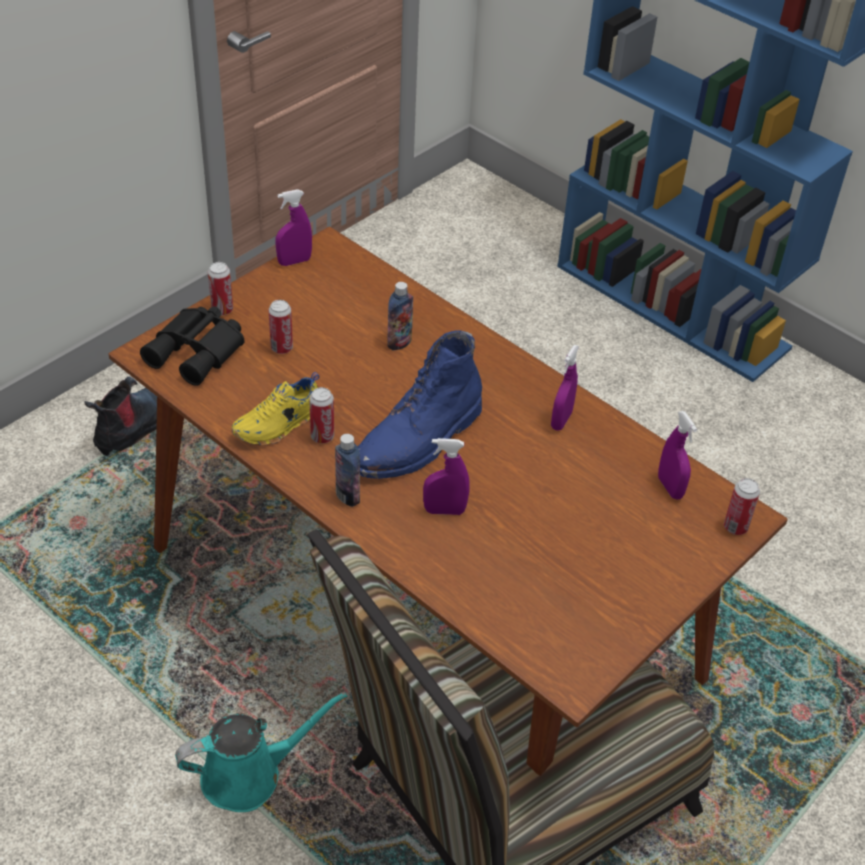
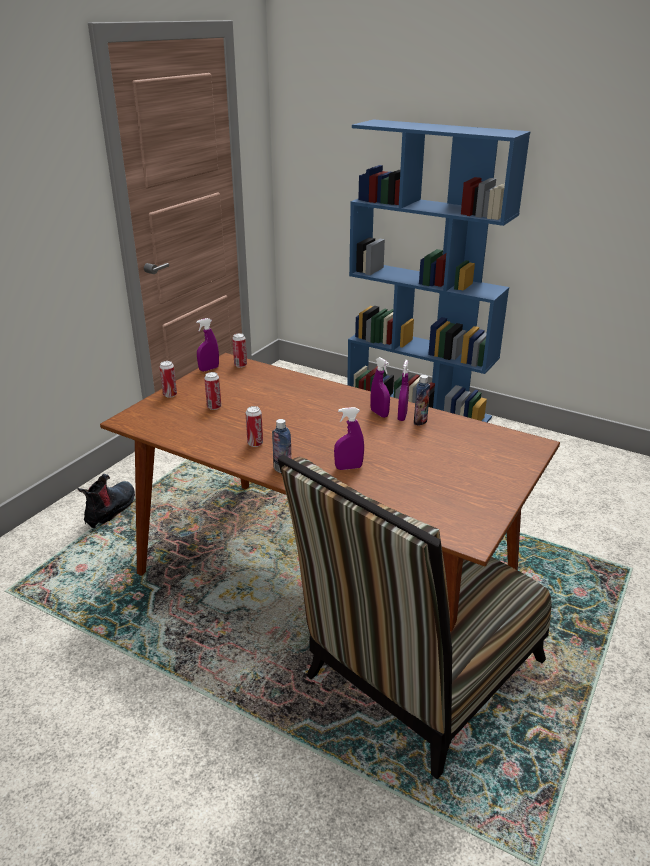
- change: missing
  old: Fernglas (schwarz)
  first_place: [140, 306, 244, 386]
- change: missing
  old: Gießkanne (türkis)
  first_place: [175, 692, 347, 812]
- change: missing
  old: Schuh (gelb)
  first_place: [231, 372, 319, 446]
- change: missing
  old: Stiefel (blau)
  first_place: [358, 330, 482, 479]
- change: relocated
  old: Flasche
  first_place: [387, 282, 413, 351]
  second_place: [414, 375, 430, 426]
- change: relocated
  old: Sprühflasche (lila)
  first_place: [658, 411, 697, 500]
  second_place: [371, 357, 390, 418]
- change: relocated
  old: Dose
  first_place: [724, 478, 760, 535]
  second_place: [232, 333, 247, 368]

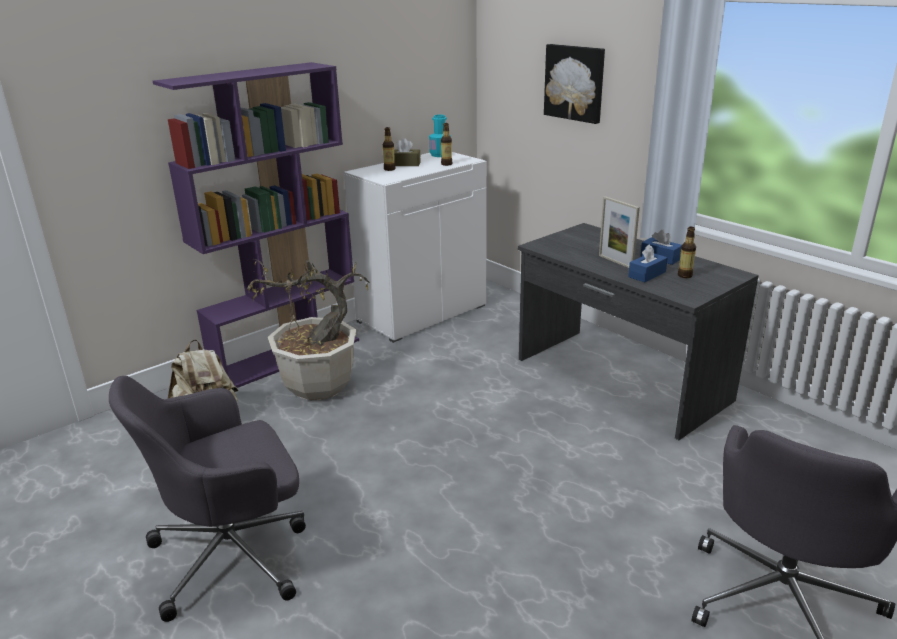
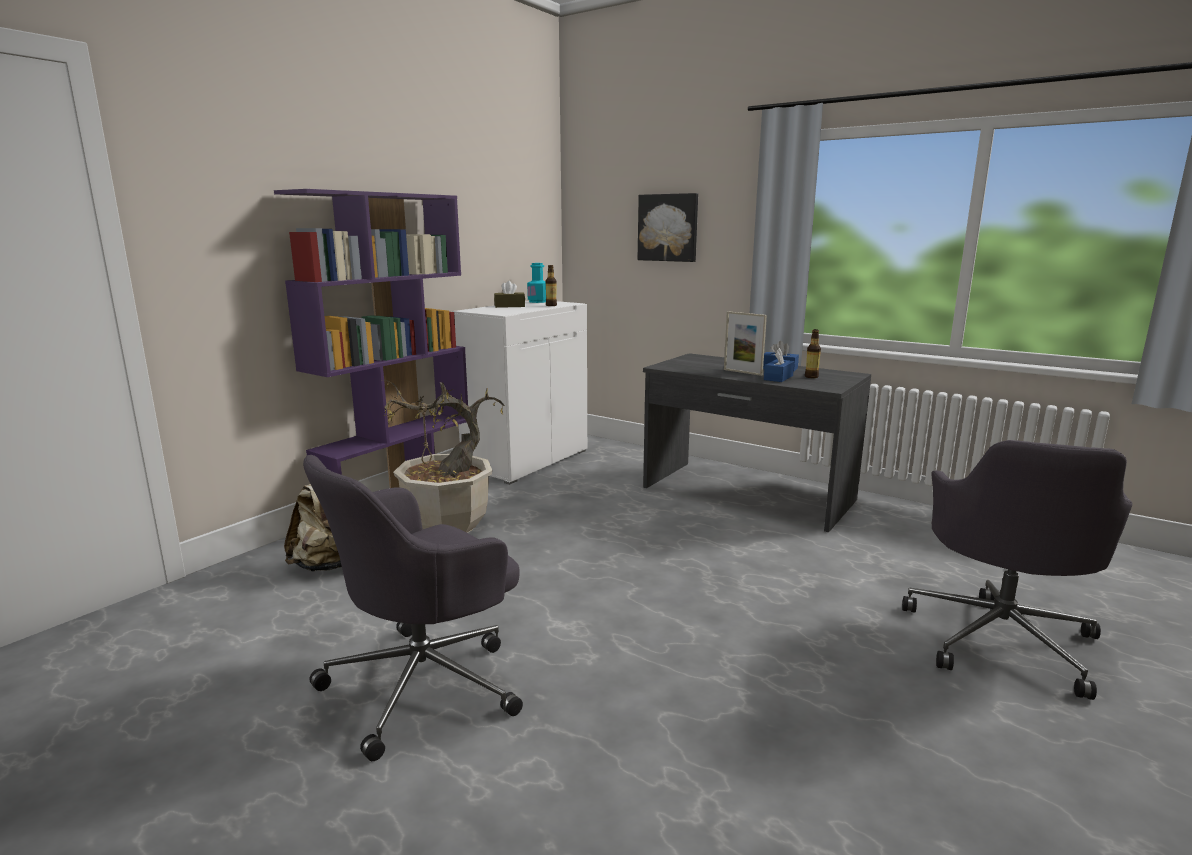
- change: missing
  old: Flasche
  first_place: [383, 127, 395, 171]

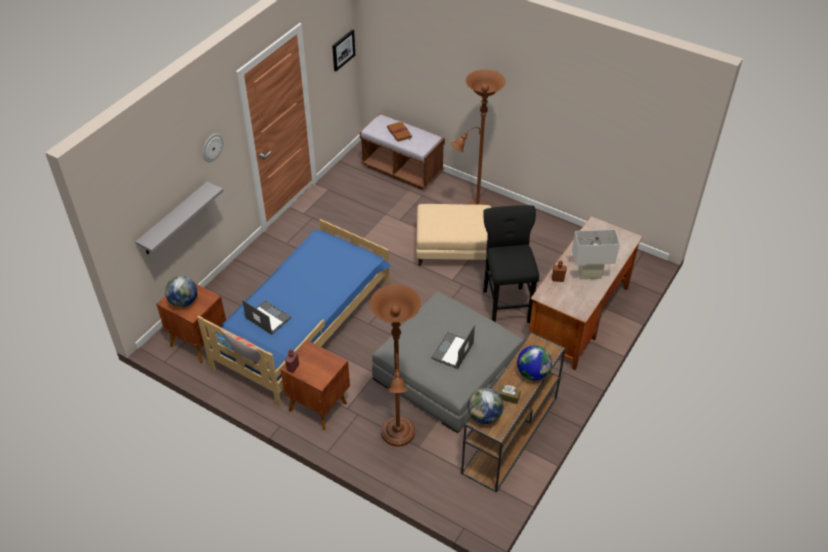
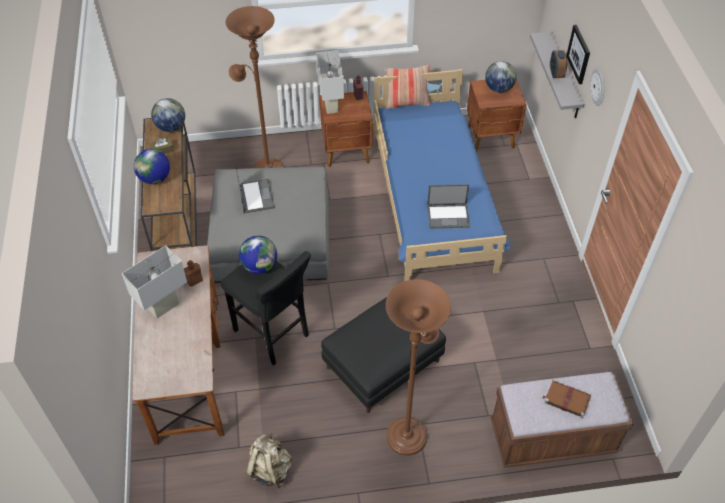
- change: appeared
  new: Globus
  second_place: [239, 236, 277, 274]
- change: appeared
  new: Rucksack (beige)
  second_place: [246, 433, 292, 488]
- change: appeared
  new: Tischlampe (weiß)
  second_place: [316, 50, 344, 114]
- change: appeared
  new: Wecker
  second_place: [550, 50, 568, 78]
- change: relocated
  old: Laptop
  first_place: [242, 300, 291, 335]
  second_place: [427, 184, 470, 229]
- change: relocated
  old: Bild
  first_place: [332, 29, 355, 71]
  second_place: [566, 25, 590, 84]
- change: colour
  old: Polsterhocker (beige)
  new: Polsterhocker (schwarz)
  first_place: [416, 204, 491, 266]
  second_place: [321, 297, 446, 413]

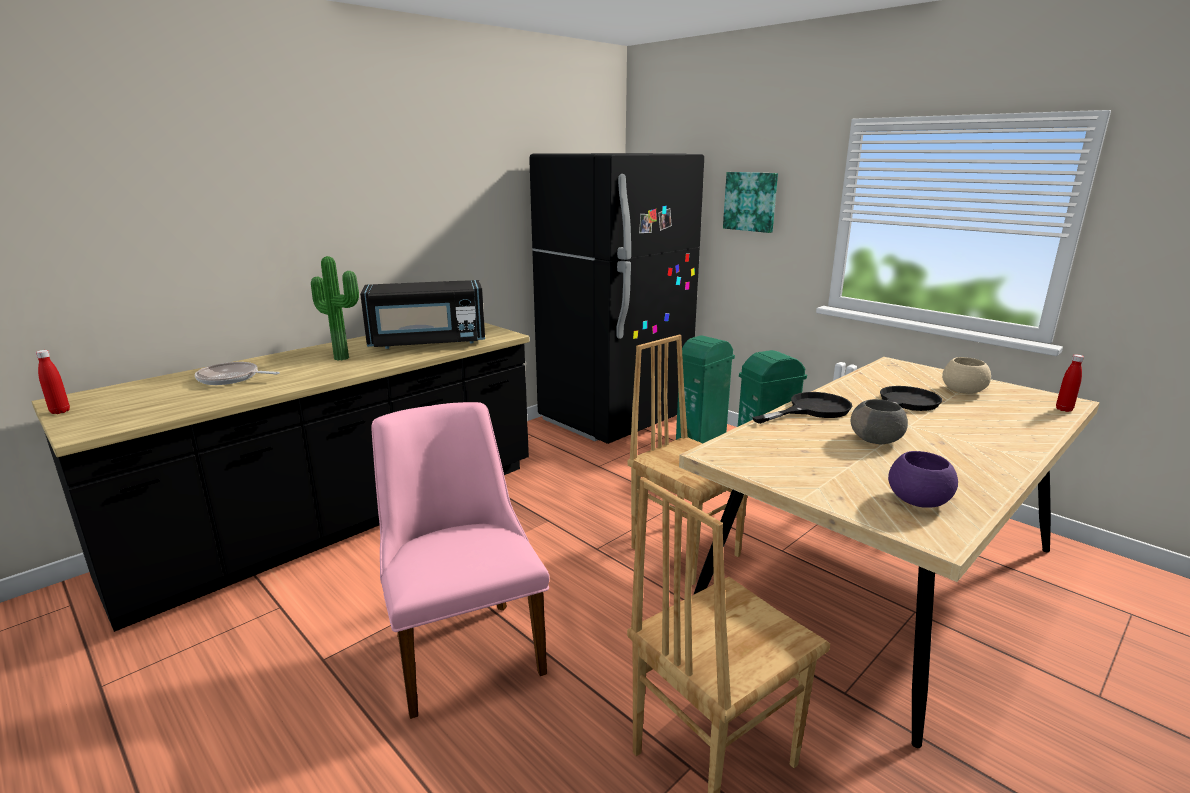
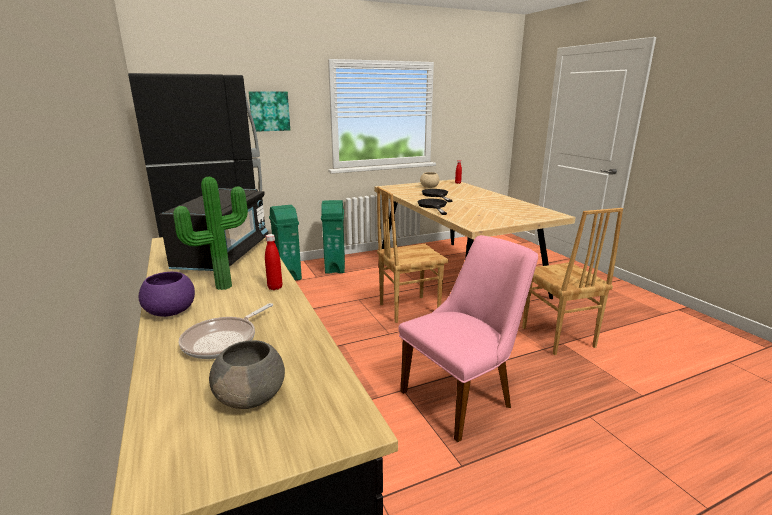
- change: relocated
  old: Flasche (rot)
  first_place: [35, 350, 70, 414]
  second_place: [265, 234, 282, 290]
- change: relocated
  old: Schüssel (grau)
  first_place: [851, 399, 908, 444]
  second_place: [209, 340, 285, 409]
- change: relocated
  old: Schüssel (lila)
  first_place: [888, 451, 958, 508]
  second_place: [139, 272, 195, 317]
- change: spun
  old: Stuhl (rosa)
  first_place: [371, 402, 550, 719]
  second_place: [398, 235, 538, 442]
  degrees: 150

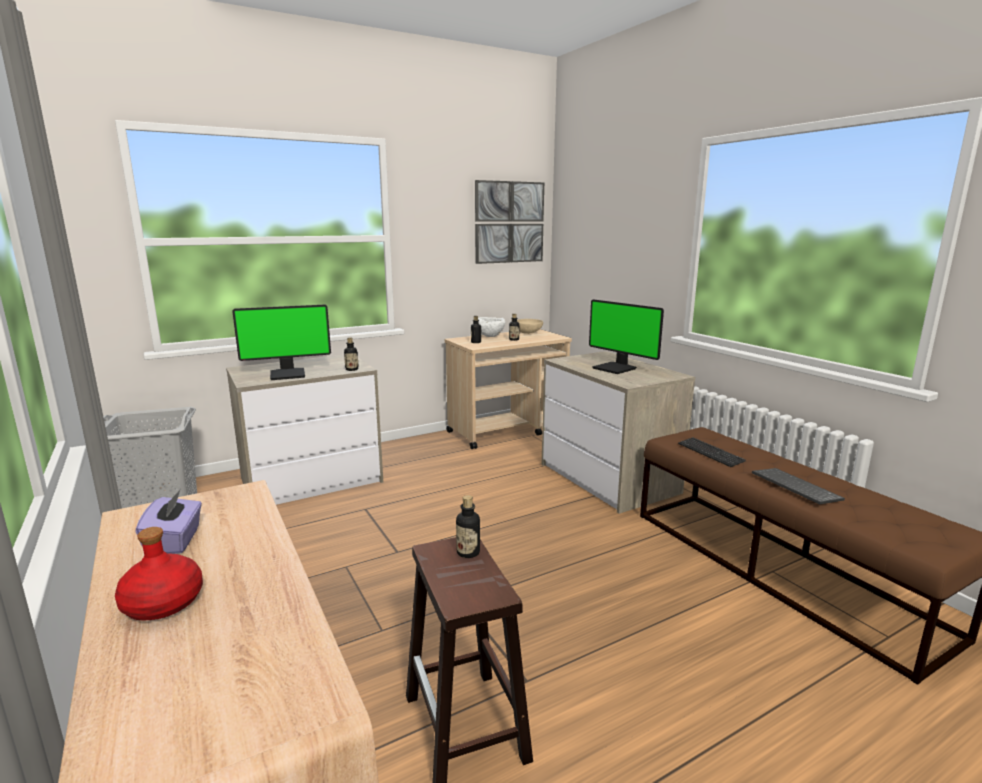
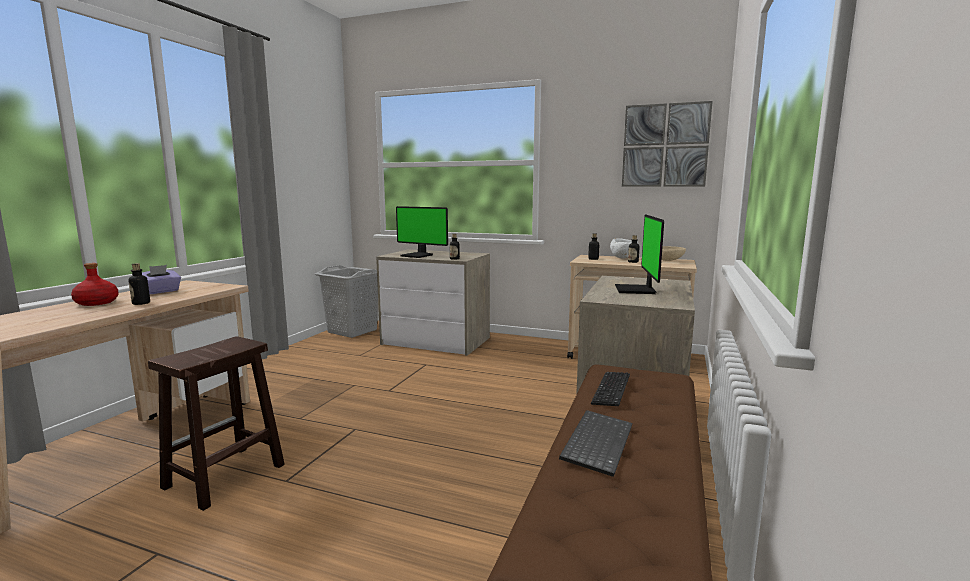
- change: relocated
  old: Flasche
  first_place: [456, 495, 480, 558]
  second_place: [128, 263, 150, 305]

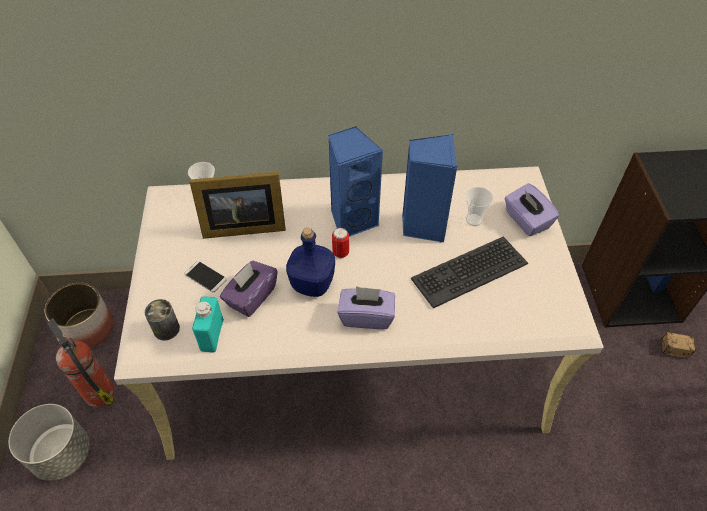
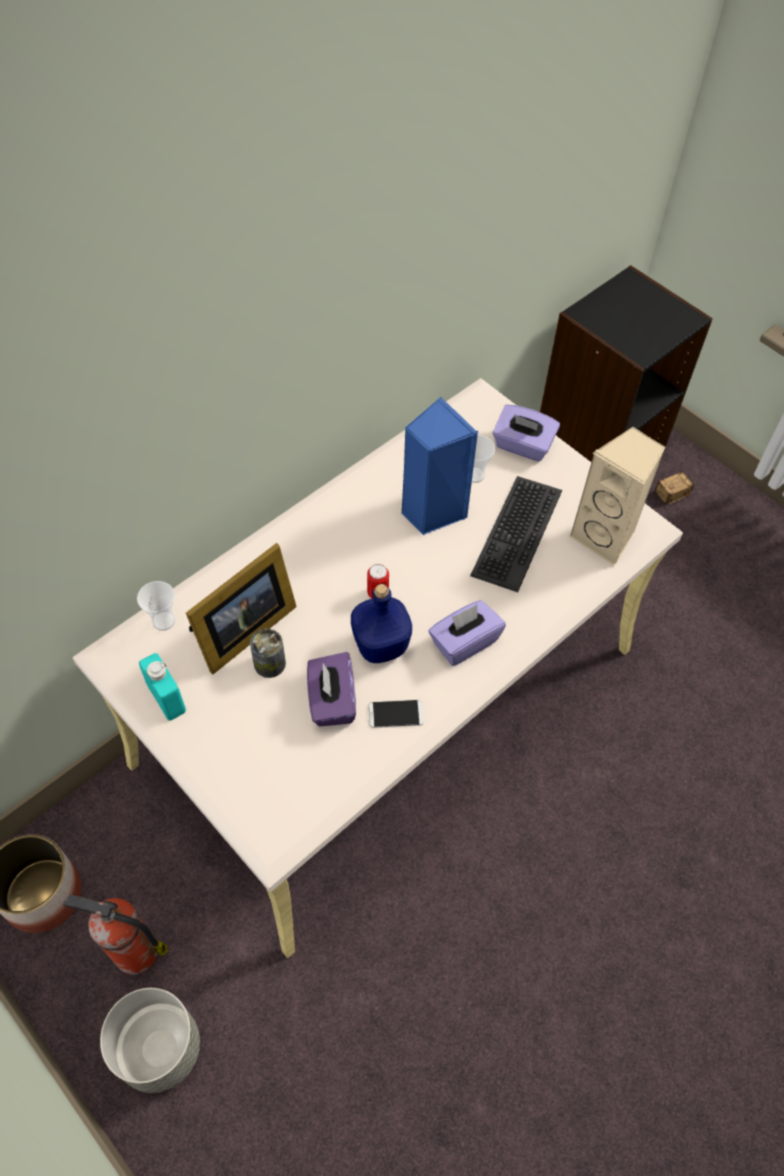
- change: missing
  old: Lautsprecher (blau)
  first_place: [328, 126, 383, 237]
- change: appeared
  new: Lautsprecher (beige)
  second_place: [570, 427, 666, 566]
- change: relocated
  old: Dose
  first_place: [144, 299, 180, 341]
  second_place: [250, 629, 286, 678]
- change: relocated
  old: Handy
  first_place: [184, 261, 227, 292]
  second_place: [368, 700, 424, 728]
- change: relocated
  old: Flasche (türkis)
  first_place: [192, 296, 224, 352]
  second_place: [139, 653, 186, 721]

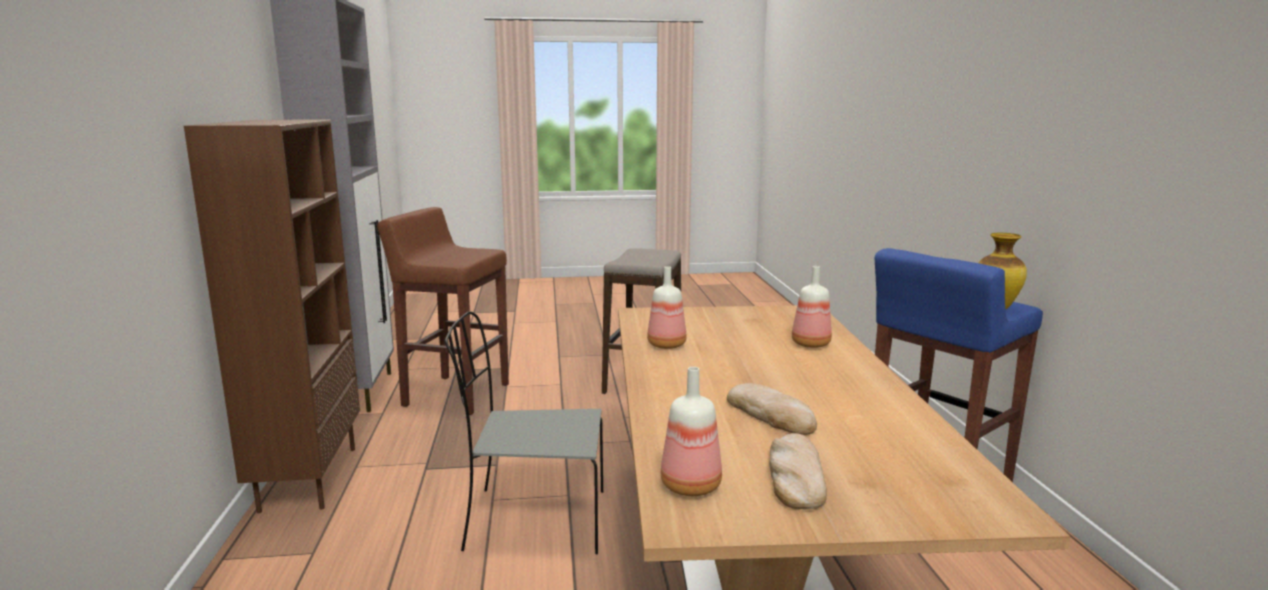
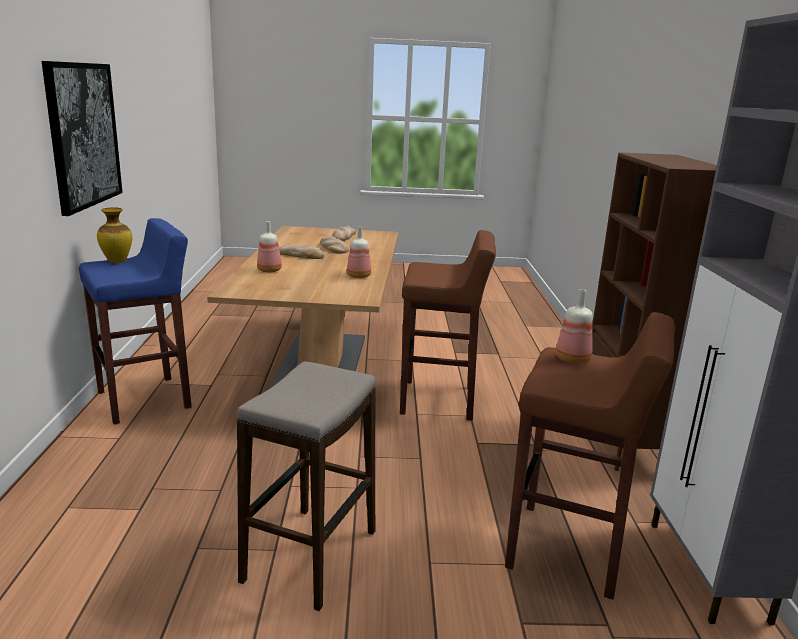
- change: appeared
  new: Bild
  second_place: [42, 61, 123, 216]
- change: appeared
  new: Brot
  second_place: [279, 244, 324, 259]
- change: relocated
  old: Flasche
  first_place: [661, 367, 722, 496]
  second_place: [556, 289, 593, 364]
- change: exchanged
  old: Stuhl (grau)
  new: Hocker (braun)
  first_place: [445, 311, 603, 554]
  second_place: [400, 230, 496, 421]

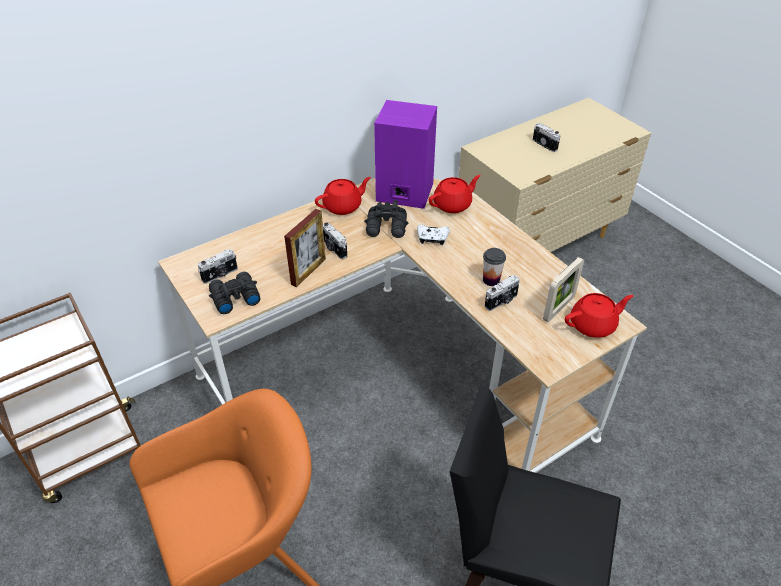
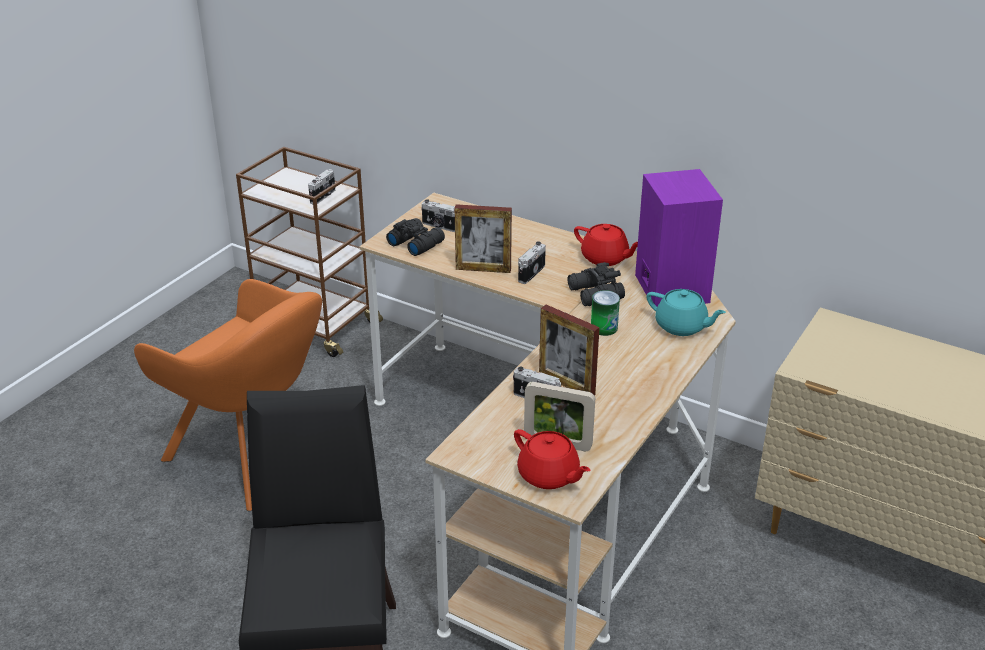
- change: relocated
  old: Kamera
  first_place: [533, 123, 561, 152]
  second_place: [308, 169, 335, 204]
- change: exchanged
  old: Gamepad (weiß)
  new: Dose
  first_place: [417, 225, 450, 245]
  second_place: [591, 290, 620, 336]
- change: exchanged
  old: Tasse
  new: Bilderrahmen
  first_place: [483, 248, 506, 286]
  second_place: [539, 305, 600, 395]
- change: colour
  old: Teekanne (rot)
  new: Teekanne (türkis)
  first_place: [429, 175, 481, 213]
  second_place: [647, 289, 726, 336]

